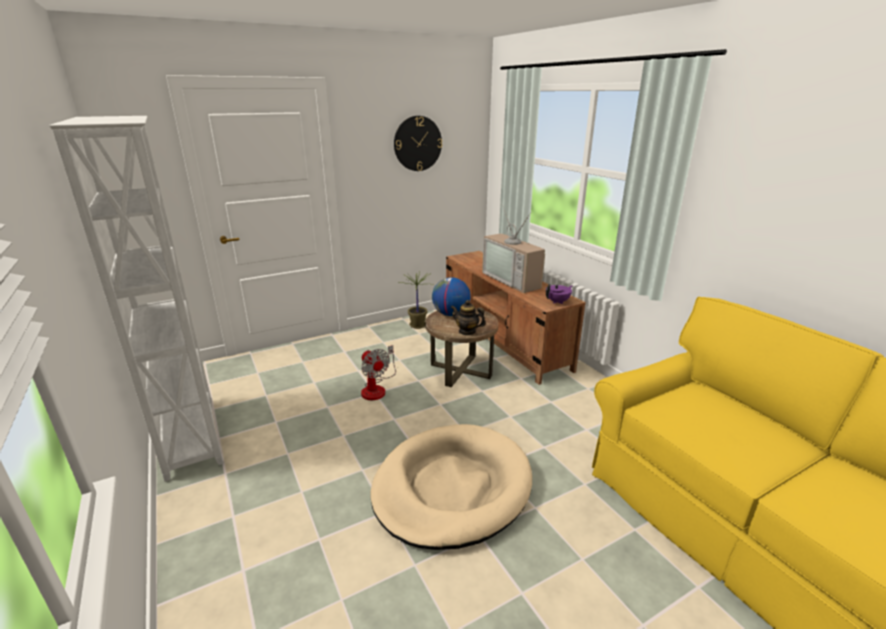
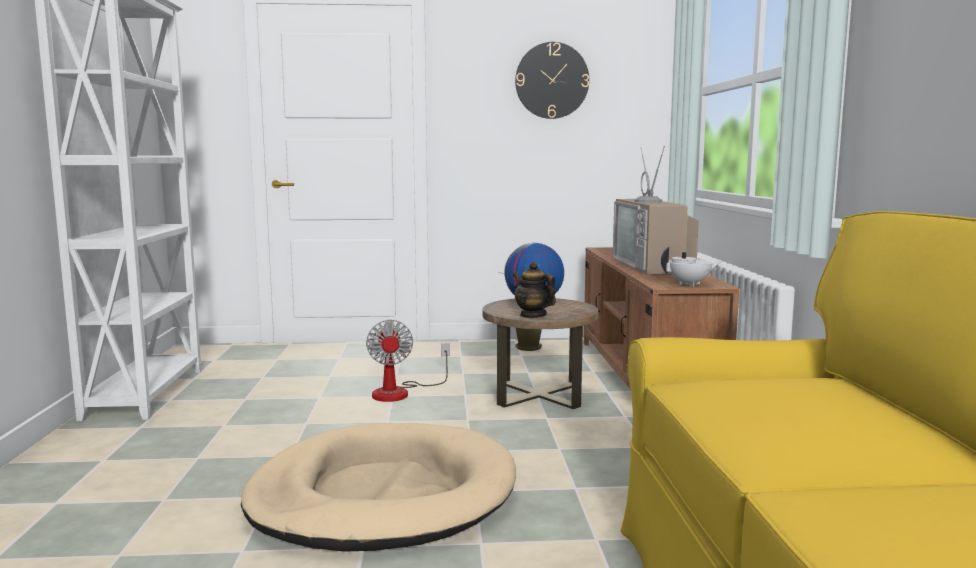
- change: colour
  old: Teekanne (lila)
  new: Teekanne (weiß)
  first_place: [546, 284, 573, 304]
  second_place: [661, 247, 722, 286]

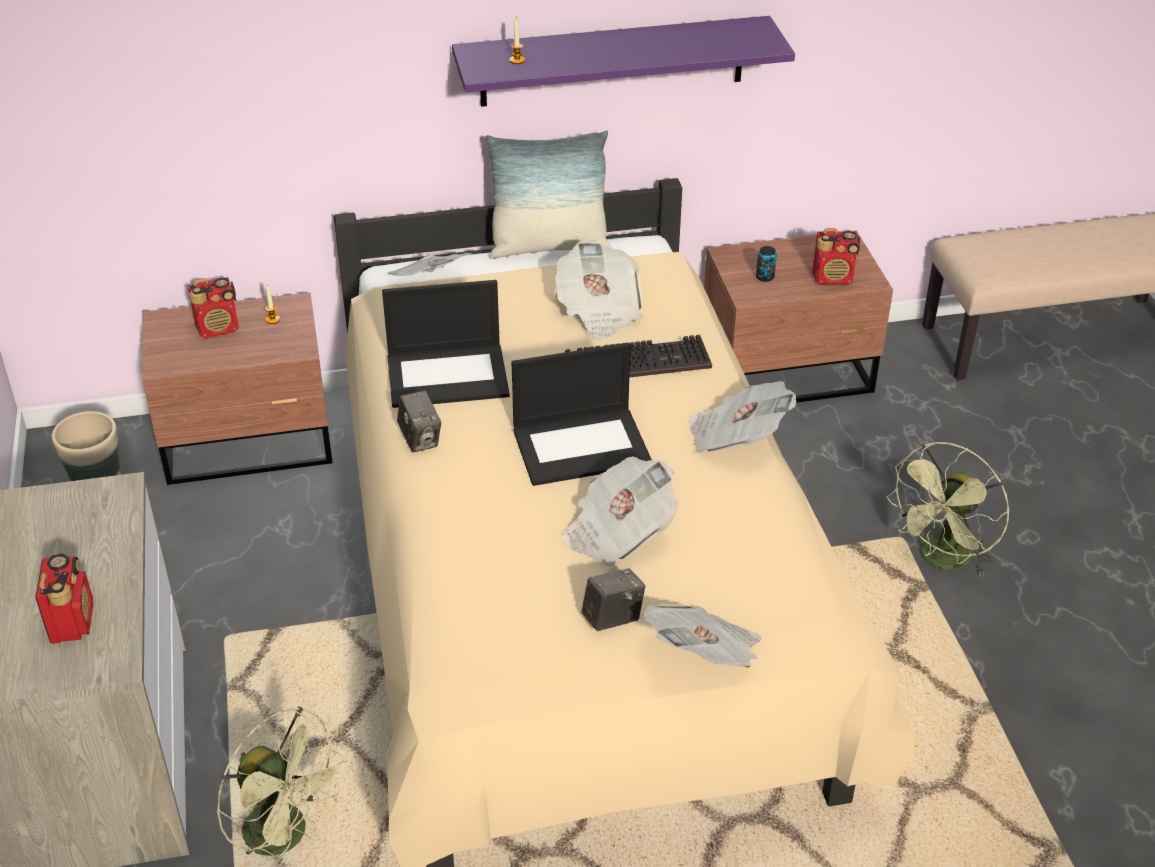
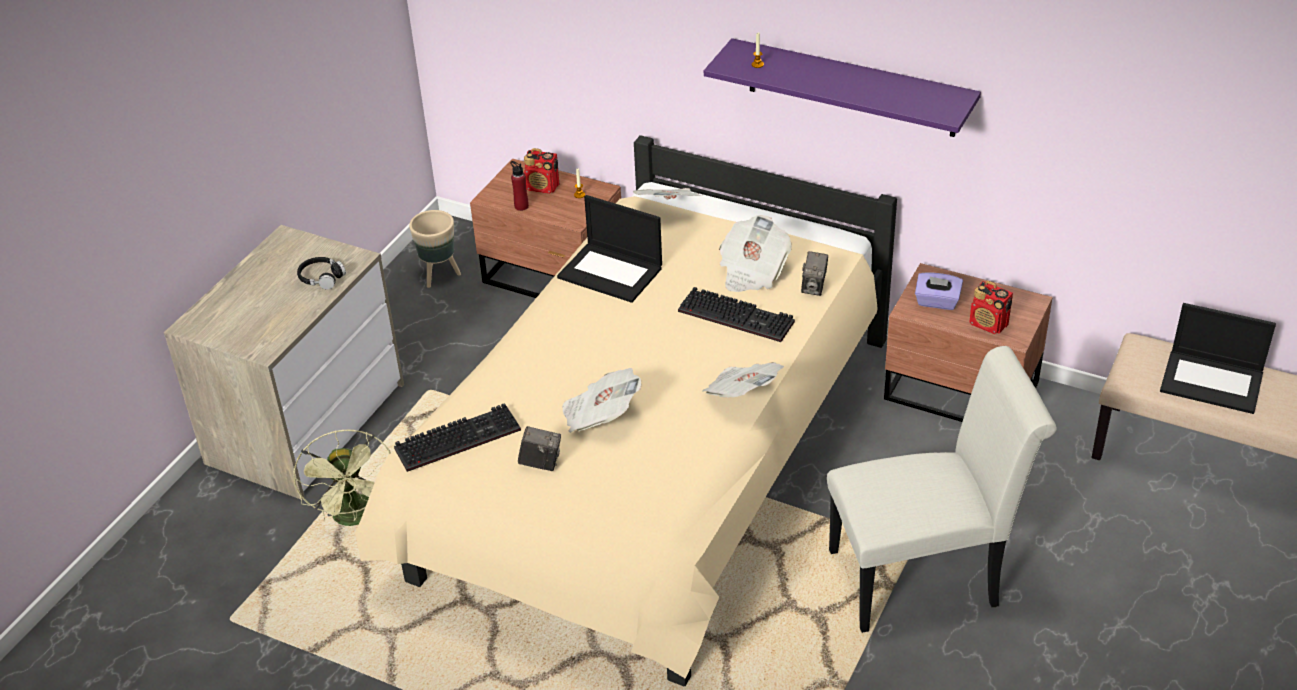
- change: missing
  old: Radio
  first_place: [35, 553, 93, 644]
- change: missing
  old: Kissen
  first_place: [485, 130, 612, 259]
- change: missing
  old: Zeitung
  first_place: [644, 604, 762, 668]
- change: appeared
  new: Kopfhörer (schwarz)
  second_place: [297, 257, 346, 290]
- change: appeared
  new: Tastatur
  second_place: [394, 403, 521, 472]
- change: appeared
  new: Flasche (rot)
  second_place: [510, 161, 529, 211]
- change: relocated
  old: Kamera
  first_place: [397, 391, 441, 452]
  second_place: [801, 251, 828, 296]
- change: relocated
  old: Laptop
  first_place: [512, 343, 652, 486]
  second_place: [1160, 303, 1276, 414]
- change: exchanged
  old: Dose
  new: Taschentuchbox (lila)
  first_place: [756, 246, 777, 282]
  second_place: [915, 272, 963, 310]
- change: exchanged
  old: Ventilator (grün)
  new: Stuhl (weiß)
  first_place: [886, 442, 1010, 577]
  second_place: [827, 346, 1057, 633]

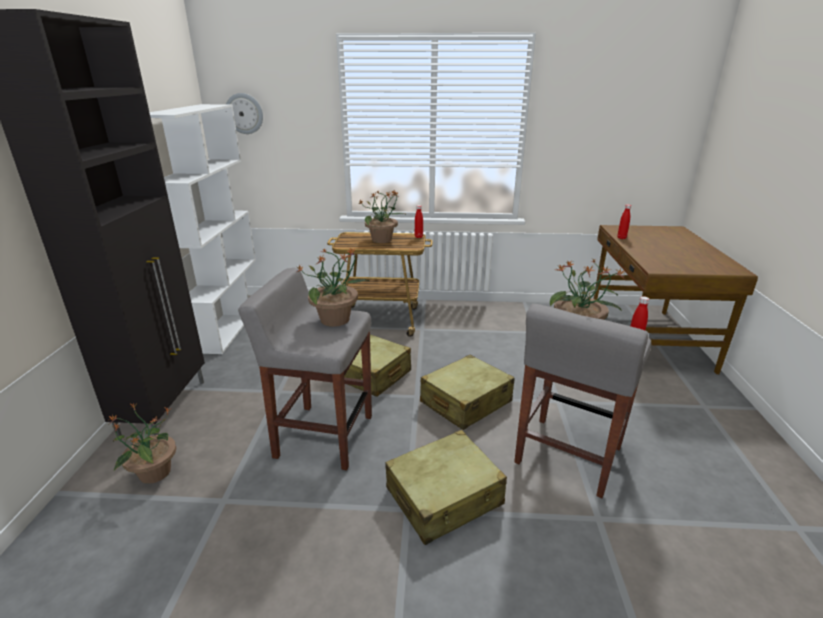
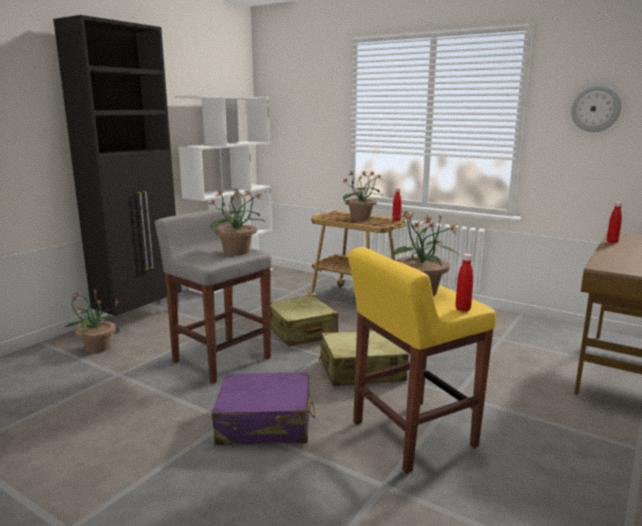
- change: relocated
  old: Wanduhr
  first_place: [226, 93, 263, 134]
  second_place: [571, 86, 621, 132]
- change: colour
  old: Koffer (beige)
  new: Koffer (lila)
  first_place: [385, 430, 507, 545]
  second_place: [212, 372, 316, 445]
- change: colour
  old: Hocker (grau)
  new: Hocker (gelb)
  first_place: [514, 304, 651, 498]
  second_place: [348, 247, 497, 473]

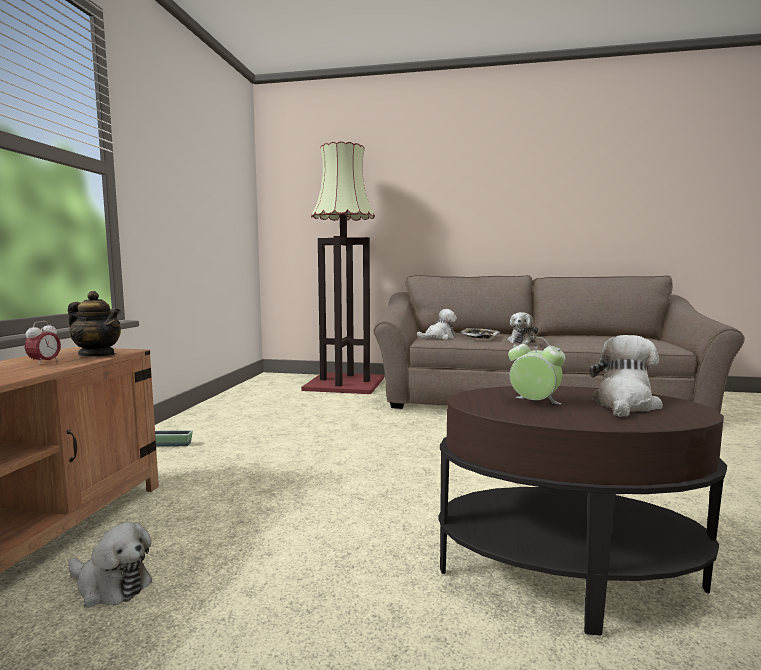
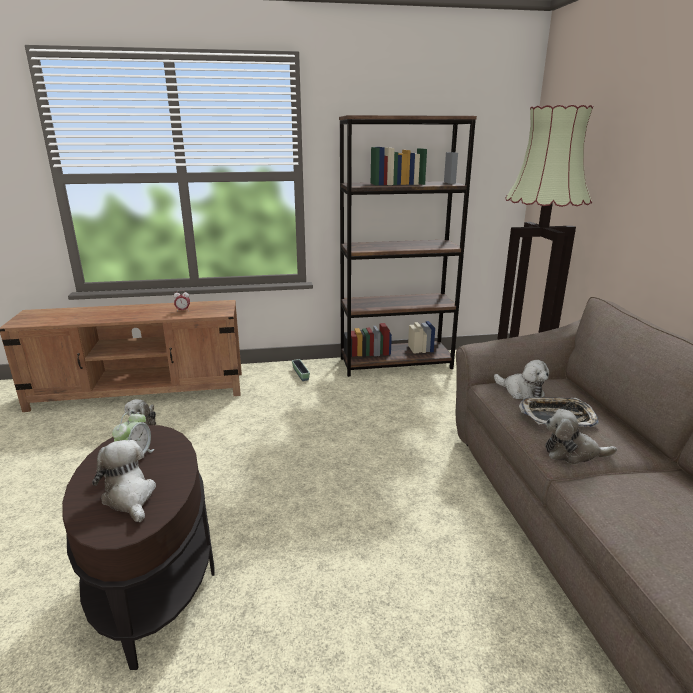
- change: missing
  old: Teekanne
  first_place: [68, 291, 121, 356]
- change: appeared
  new: Bücherregal (braun)
  second_place: [339, 115, 477, 377]
- change: spun
  old: Plüschtier
  first_place: [589, 335, 663, 417]
  second_place: [92, 440, 156, 522]
  degrees: -135

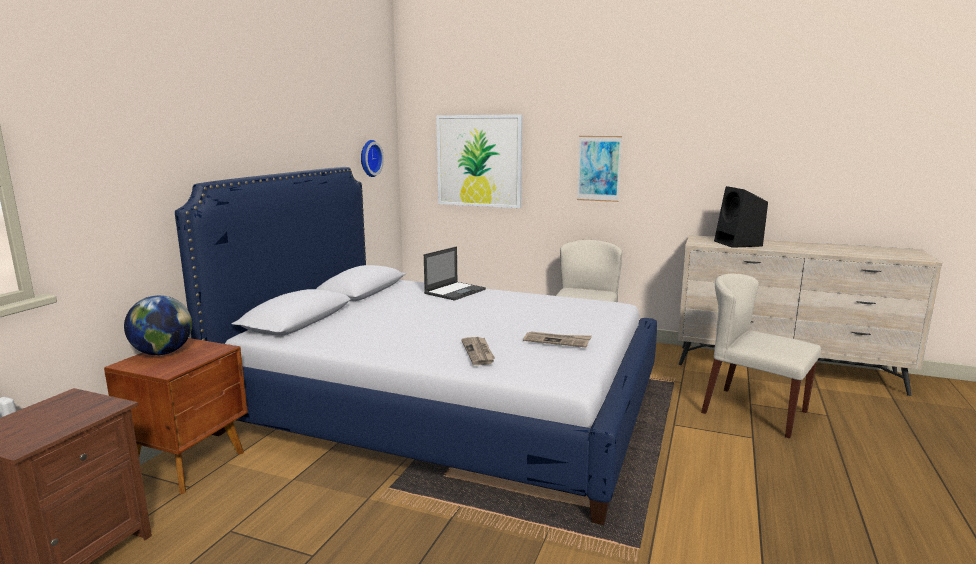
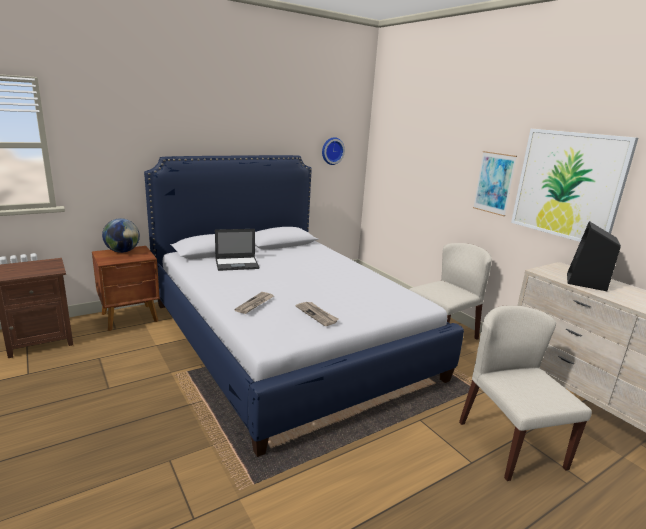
- change: relocated
  old: Laptop
  first_place: [424, 246, 486, 301]
  second_place: [215, 229, 259, 271]
- change: relocated
  old: Bild
  first_place: [436, 115, 523, 208]
  second_place: [511, 129, 638, 242]

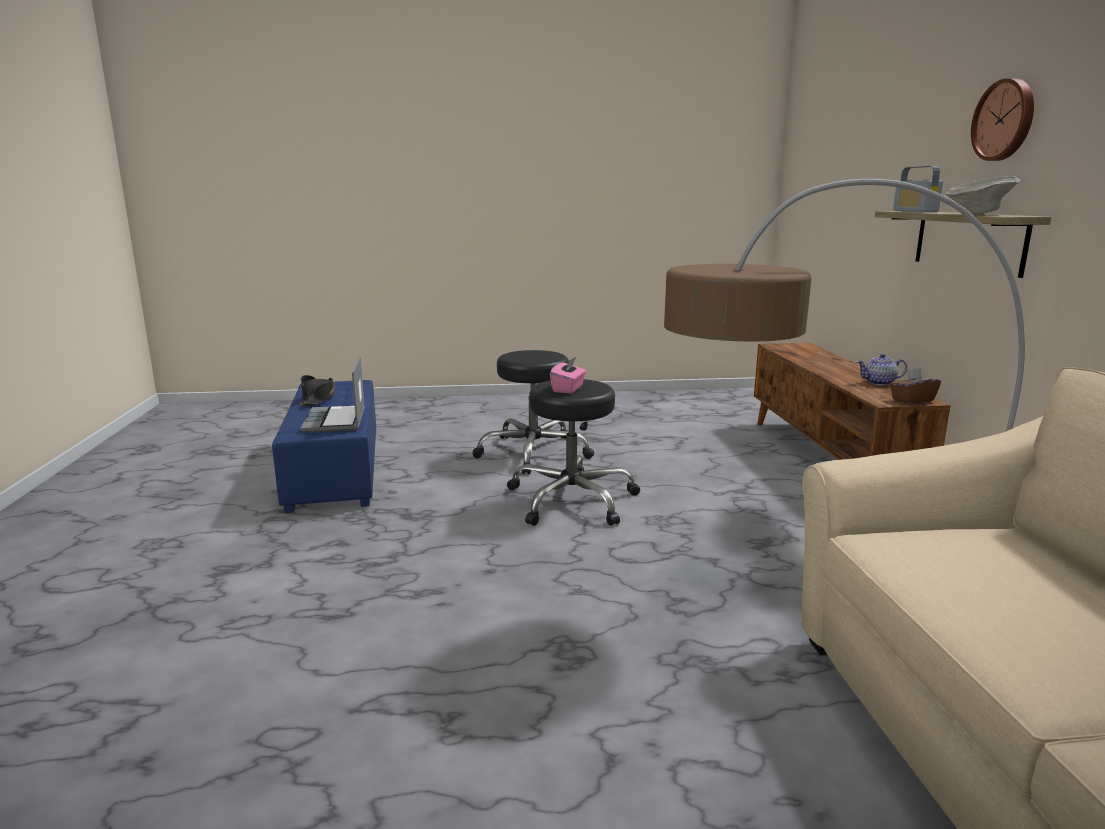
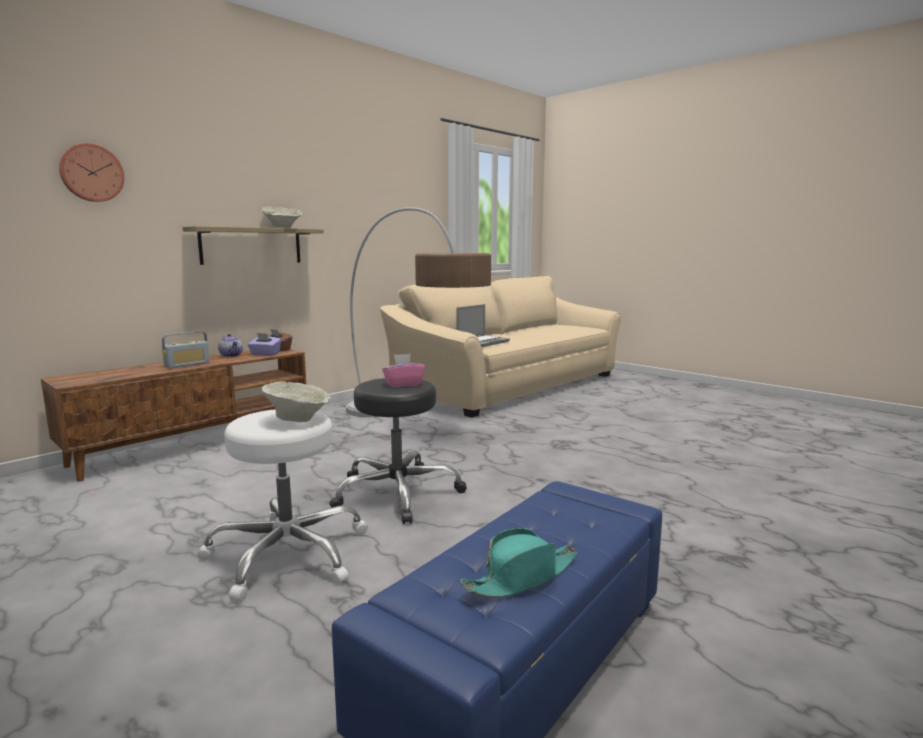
- change: appeared
  new: Taschentuchbox (lila)
  second_place: [248, 333, 281, 356]
- change: appeared
  new: Schüssel (beige)
  second_place: [262, 381, 331, 422]
- change: relocated
  old: Laptop
  first_place: [300, 356, 365, 432]
  second_place: [457, 304, 510, 347]
- change: relocated
  old: Radio
  first_place: [893, 166, 943, 212]
  second_place: [162, 331, 210, 369]
- change: relocated
  old: Wanduhr
  first_place: [971, 78, 1034, 161]
  second_place: [59, 143, 124, 202]
- change: colour
  old: Hut (schwarz)
  new: Hut (türkis)
  first_place: [300, 375, 335, 405]
  second_place: [460, 528, 578, 598]
- change: colour
  old: Hocker (schwarz)
  new: Hocker (weiß)
  first_place: [472, 350, 594, 475]
  second_place: [197, 410, 368, 602]

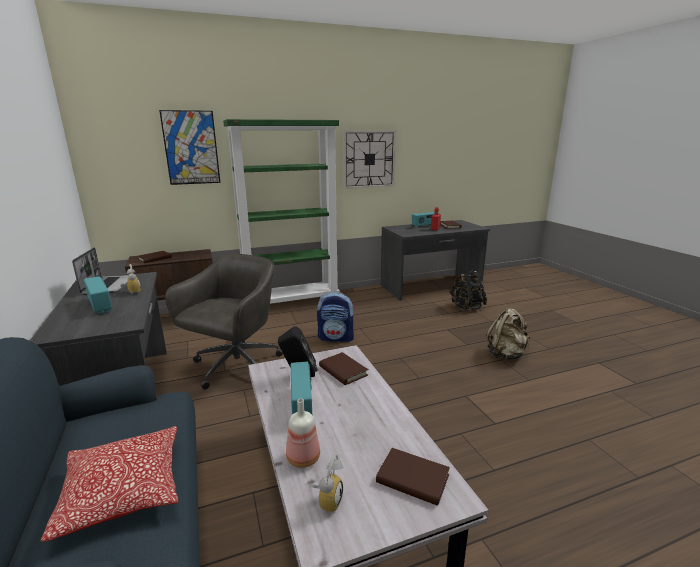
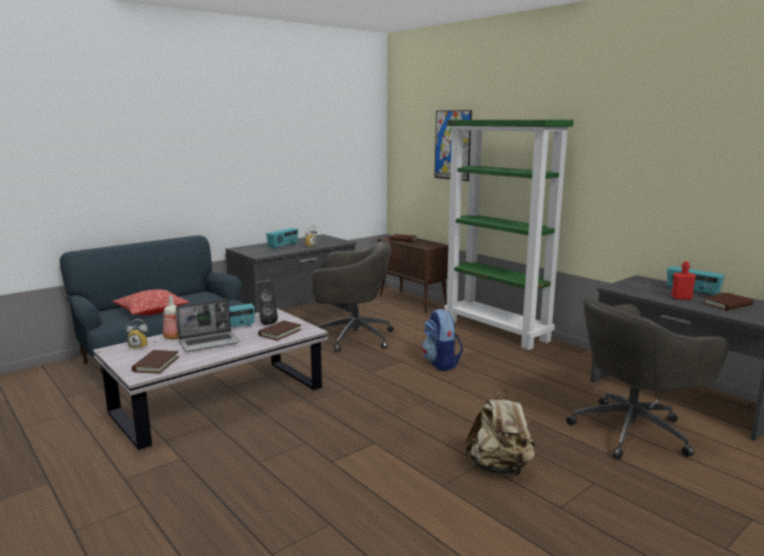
- change: missing
  old: Wanduhr
  first_place: [343, 130, 396, 189]
- change: relocated
  old: Laptop
  first_place: [72, 247, 128, 295]
  second_place: [176, 299, 240, 352]
- change: exchanged
  old: Rucksack (schwarz)
  new: Bürostuhl (grau)
  first_place: [449, 270, 487, 312]
  second_place: [566, 297, 729, 460]

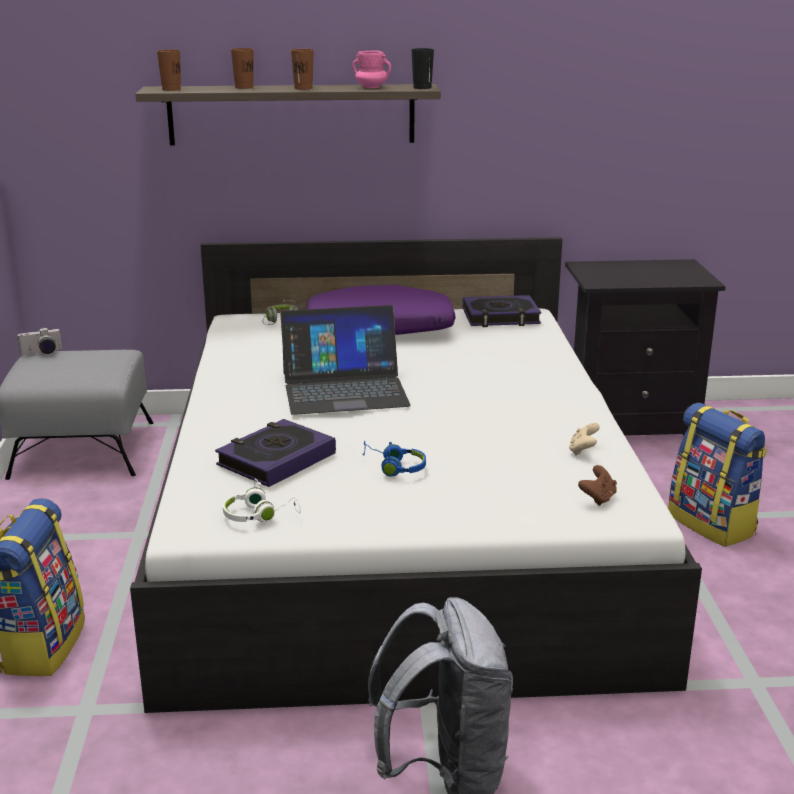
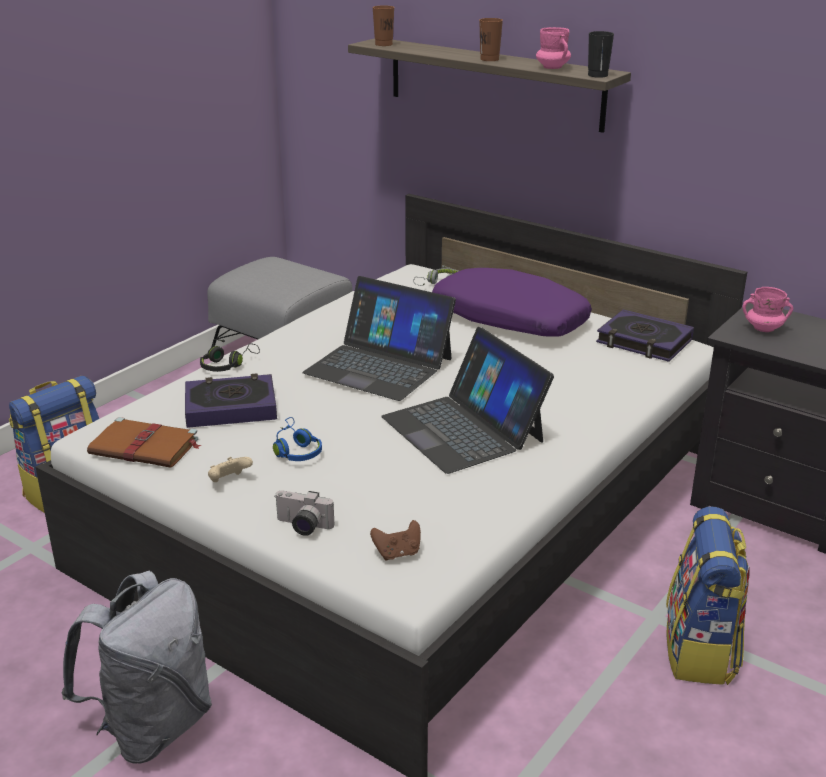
- change: missing
  old: Tasse (braun)
  first_place: [231, 48, 253, 89]
- change: appeared
  new: Kopfhörer (schwarz)
  second_place: [200, 339, 260, 372]
- change: appeared
  new: Laptop
  second_place: [381, 327, 554, 474]
- change: appeared
  new: Henkelbecher (rosa)
  second_place: [742, 287, 793, 332]
- change: relocated
  old: Kamera
  first_place: [17, 327, 62, 355]
  second_place: [274, 491, 334, 536]
- change: relocated
  old: Gamepad (beige)
  first_place: [569, 423, 600, 455]
  second_place: [208, 457, 253, 482]
- change: exchanged
  old: Kopfhörer (weiß)
  new: Buch (braun)
  first_place: [223, 478, 300, 522]
  second_place: [87, 417, 202, 468]

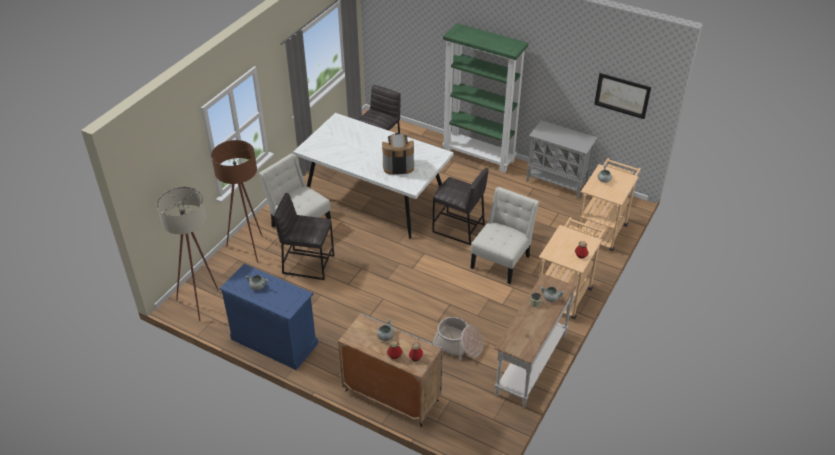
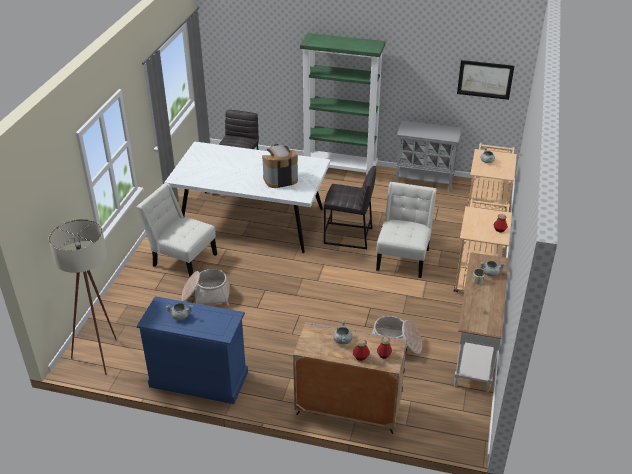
- change: missing
  old: Stehlampe (braun)
  first_place: [211, 140, 262, 262]
- change: exchanged
  old: Hocker (grau)
  new: Korb
  first_place: [274, 193, 334, 280]
  second_place: [182, 269, 230, 306]

